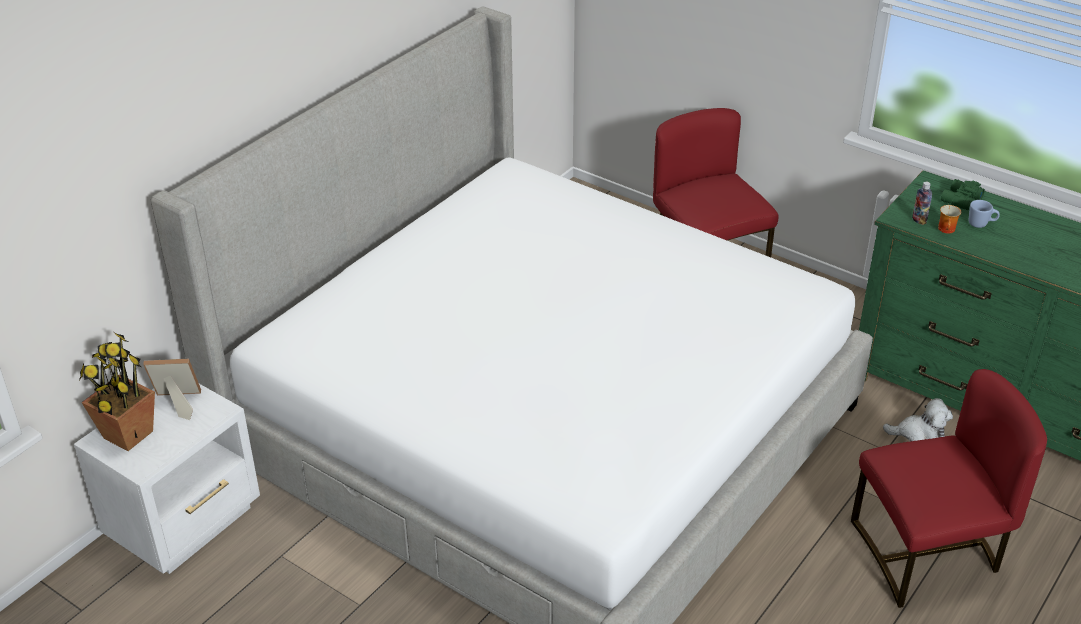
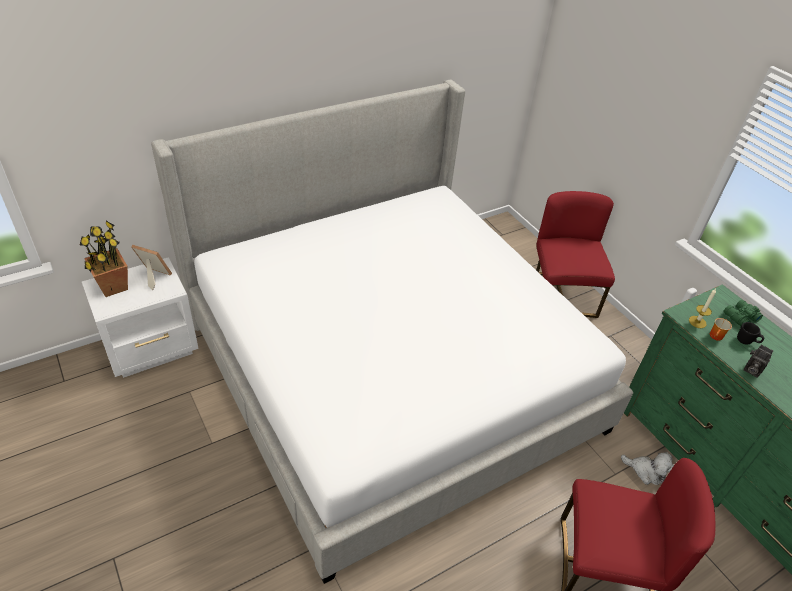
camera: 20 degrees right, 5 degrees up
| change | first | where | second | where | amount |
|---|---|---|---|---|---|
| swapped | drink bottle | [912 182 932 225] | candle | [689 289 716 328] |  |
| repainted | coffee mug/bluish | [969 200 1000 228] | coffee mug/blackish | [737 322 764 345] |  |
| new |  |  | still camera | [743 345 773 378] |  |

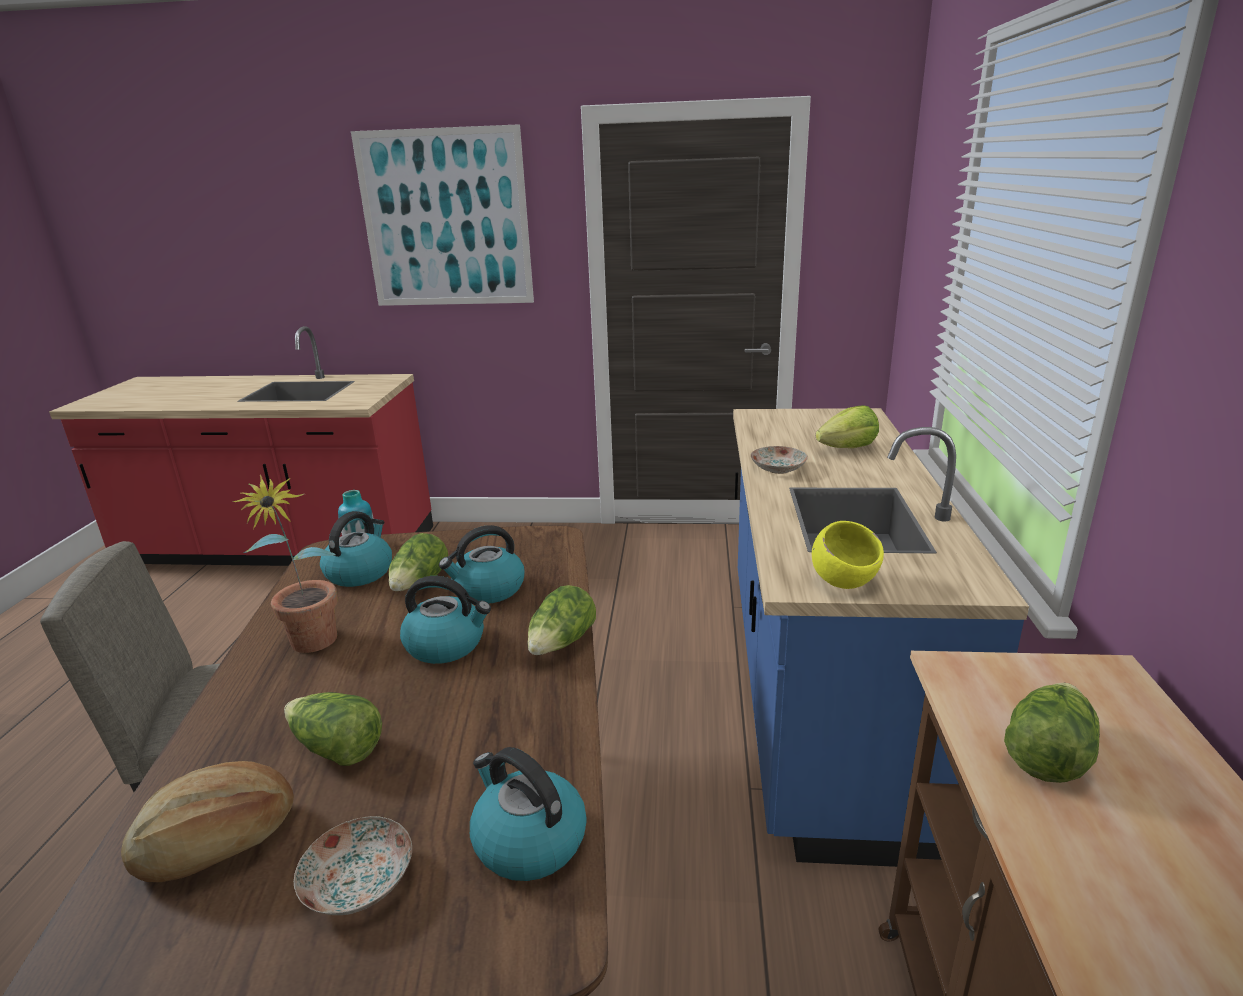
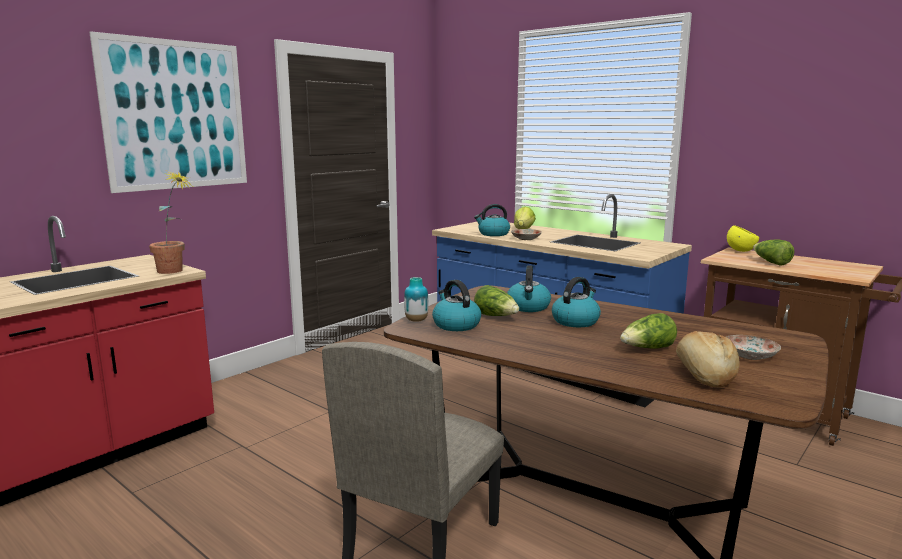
camera: 55 degrees left, 10 degrees down
| change | first | where | second | where | amount |
|---|---|---|---|---|---|
| shifted | potted plant | [232 475 338 653] |  | [149 171 193 274] |  |
| shifted | bowl/yellowish | [812 521 884 589] |  | [727 225 759 252] |  |
| gone | lettuce head | [527 585 596 655] |  |  |  |
| shifted | tea kettle | [470 747 587 881] |  | [474 204 510 236] |  |

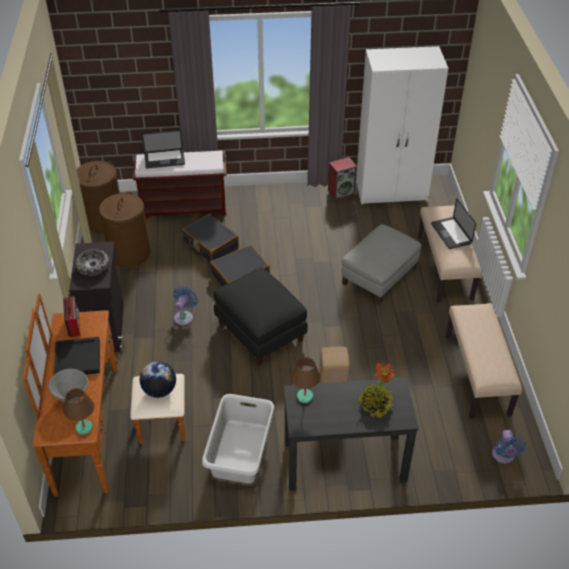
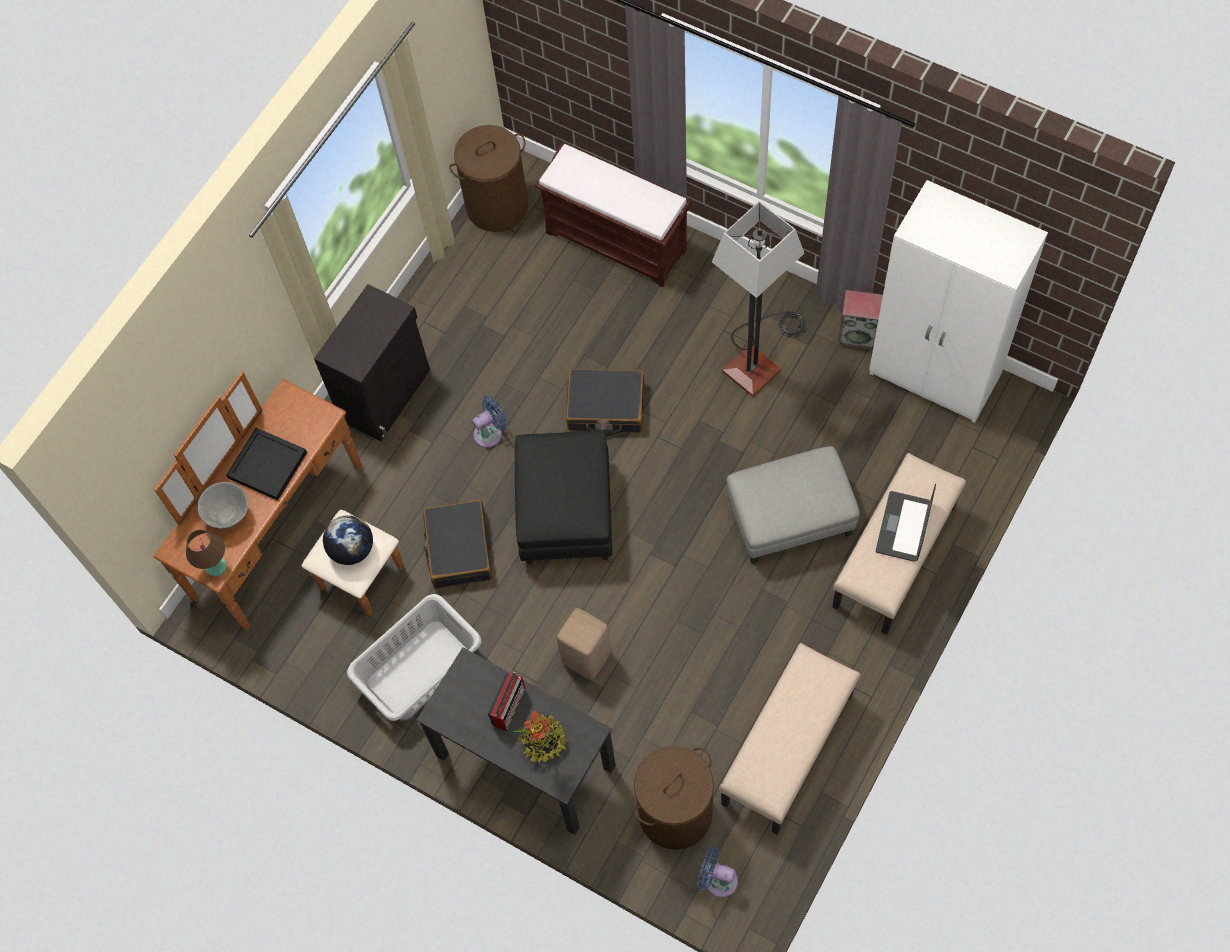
camera: 40 degrees right, 20 degrees up
| change | first | where | second | where | amount |
|---|---|---|---|---|---|
| gone | portable computer | [142 130 185 168] |  |  |  |
| shifted | laundry basket/brownish | [99 192 151 268] |  | [634 746 714 850] |  |
| shifted | travel case/blackish | [182 214 239 262] |  | [423 500 493 588] |  |
| gone | bowl | [75 249 110 276] |  |  |  |
| shifted | radio | [63 294 80 337] |  | [488 672 525 731] |  |
| gone | tabletop lamp/brownish | [291 357 320 403] |  |  |  |
| rotated | electric fan/bluish | [492 430 526 464] |  | [697 847 738 898] | 75 degrees clockwise |
| new |  |  | standard lamp | [712 201 806 397] |  |

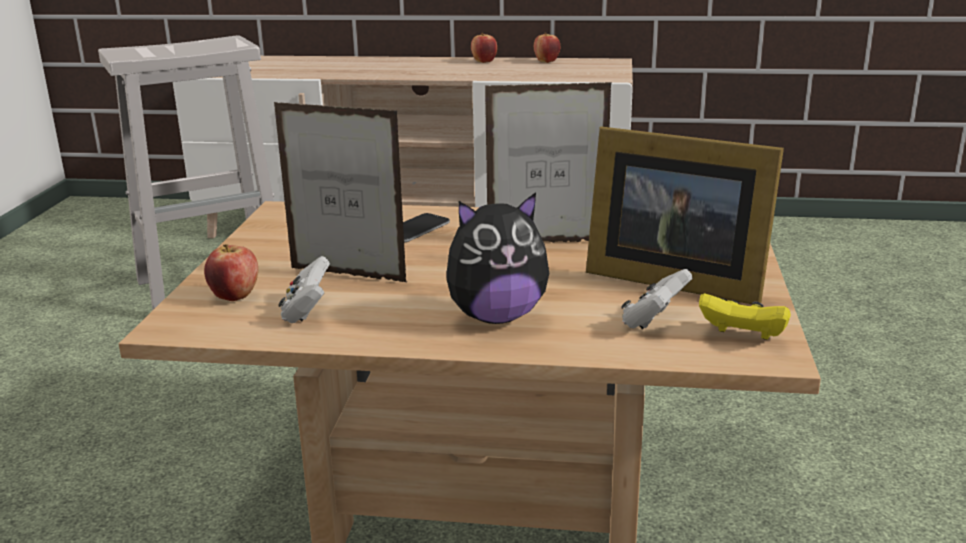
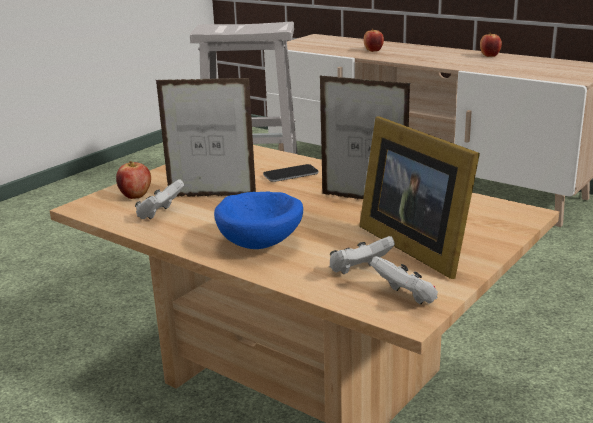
camera: 30 degrees right, 0 degrees up
| change | first | where | second | where | amount |
|---|---|---|---|---|---|
| shifted | apple fruit | [534 32 560 63] |  | [363 29 384 52] |  |
| rotated | picture frame | [274 102 407 282] |  | [156 78 256 197] | 135 degrees clockwise |
| swapped | cuddly toy | [446 192 549 324] | bowl/bluish | [214 191 303 249] |  |
| repainted | gamepad/yellowish | [699 293 791 340] | gamepad/whitish | [371 256 438 304] |  |

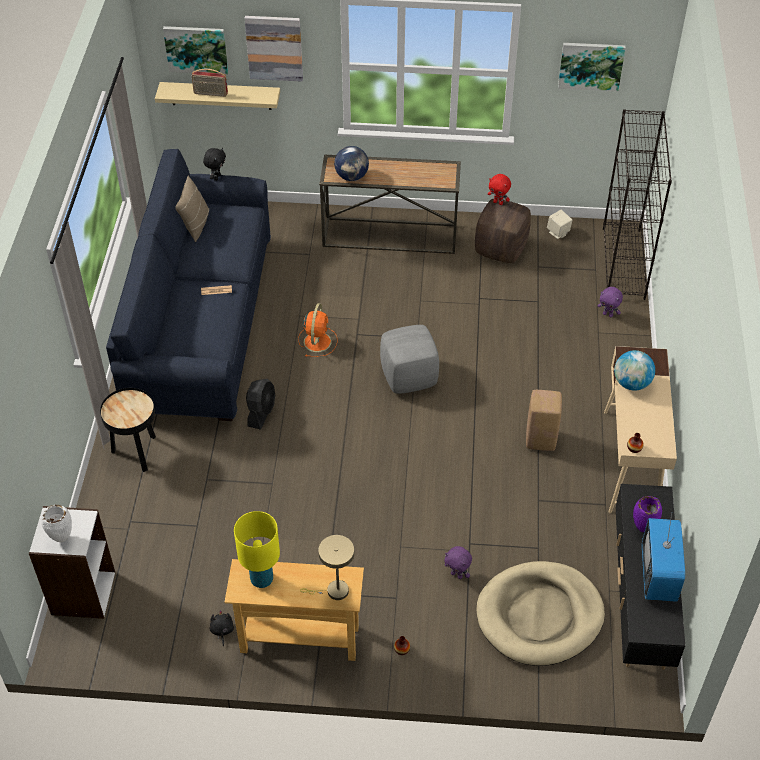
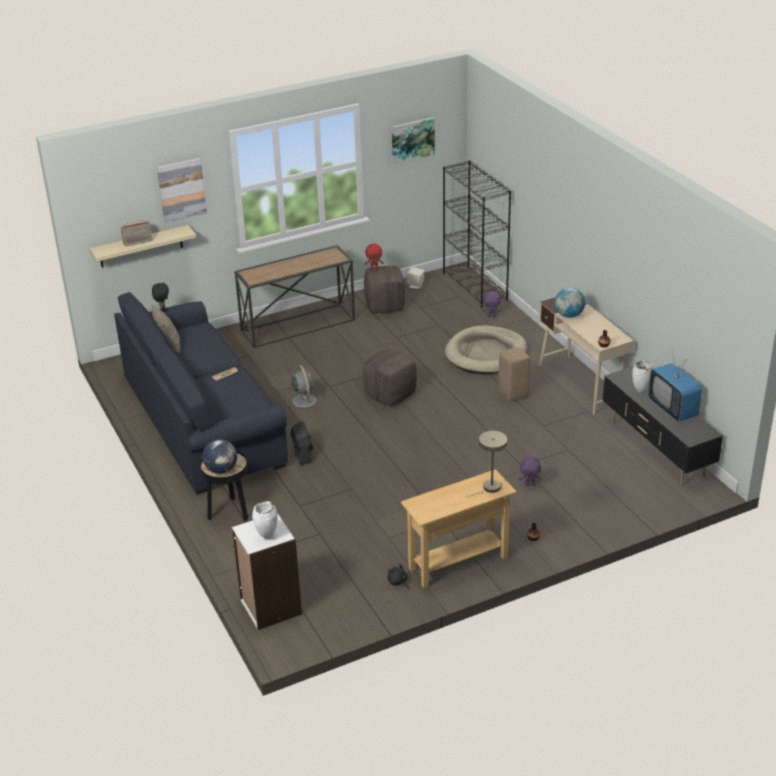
camera: 30 degrees left, 15 degrees down
| change | first | where | second | where | amount |
|---|---|---|---|---|---|
| gone | wall art | [163 26 228 75] |  |  |  |
| shifted | world globe | [334 146 369 181] |  | [202 439 237 474] |  |
| repainted | electric fan/orangey | [298 303 338 357] | electric fan/gray | [286 365 321 411] |  |
| repainted | footrest/gray | [380 325 439 394] | footrest/brownish | [363 349 417 406] |  |
| repainted | decorative vase/purple-coloured | [633 496 662 532] | decorative vase/whitish | [632 360 653 393] |  |
| gone | tabletop lamp/yellowish | [234 511 280 588] |  |  |  |
| shifted | pet bed/beige-coloured | [476 561 605 666] |  | [445 325 527 374] |  |

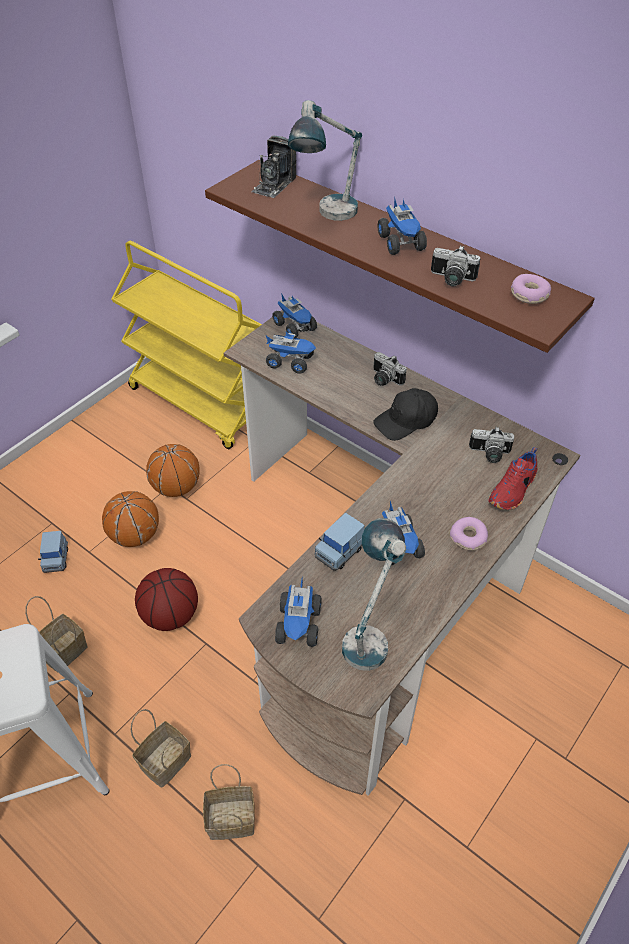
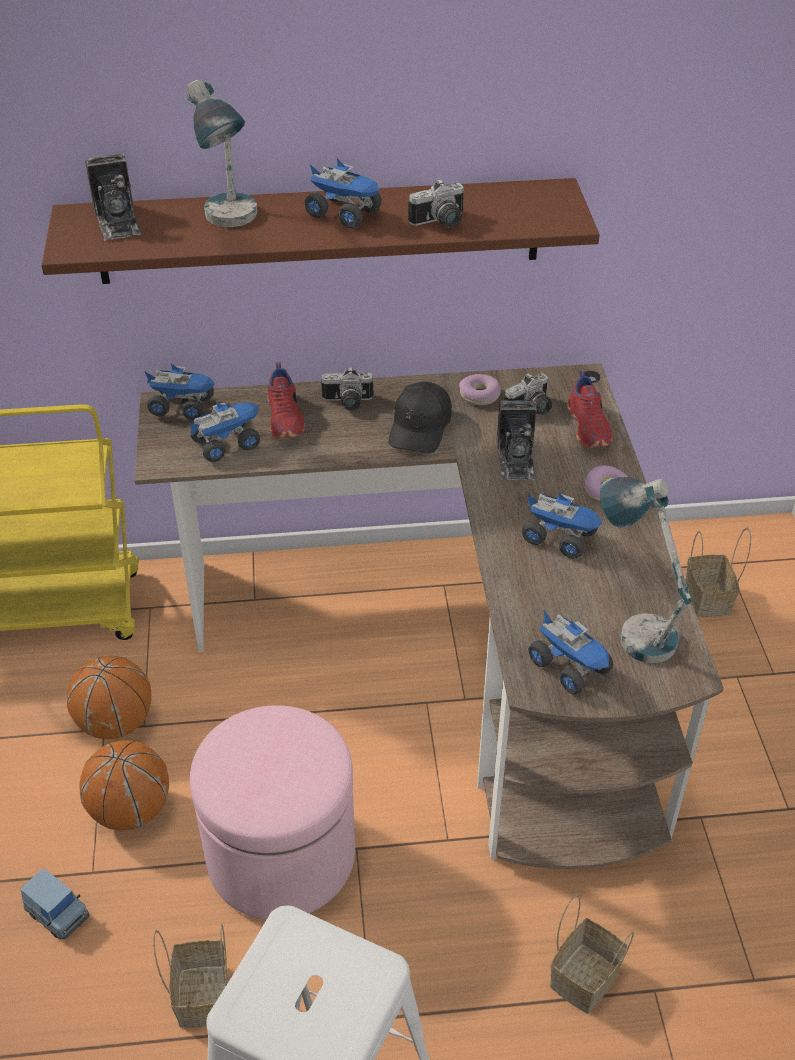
camera: 45 degrees left, 5 degrees down
| change | first | where | second | where | amount |
|---|---|---|---|---|---|
| shifted | doughnut | [511 274 551 304] |  | [459 374 501 405] |  |
| gone | toy car/bluish | [314 513 365 571] |  |  |  |
| swapped | basketball | [135 568 198 631] | footrest/pink-coloured | [190 705 355 920] |  |
| shifted | storage basket | [130 709 191 788] |  | [685 528 751 617] |  |
| new |  |  | shoe/red | [267 362 305 439] |  |
| new |  |  | still camera | [497 400 537 480] |  |

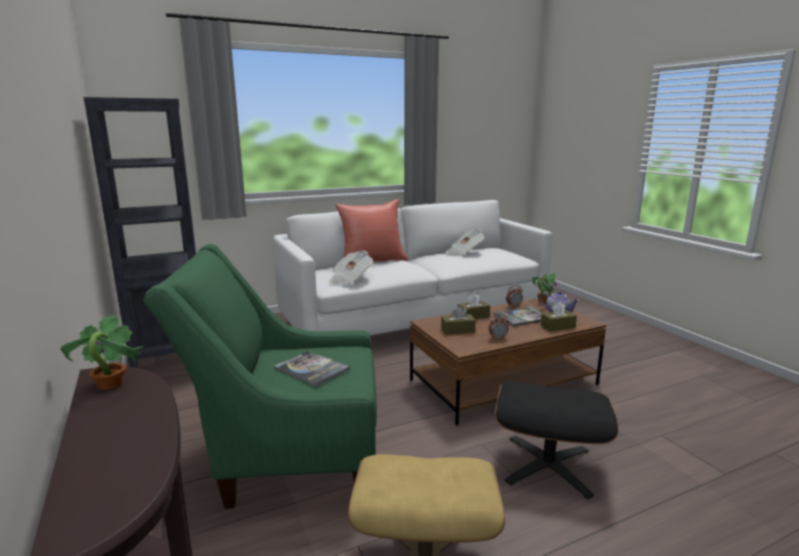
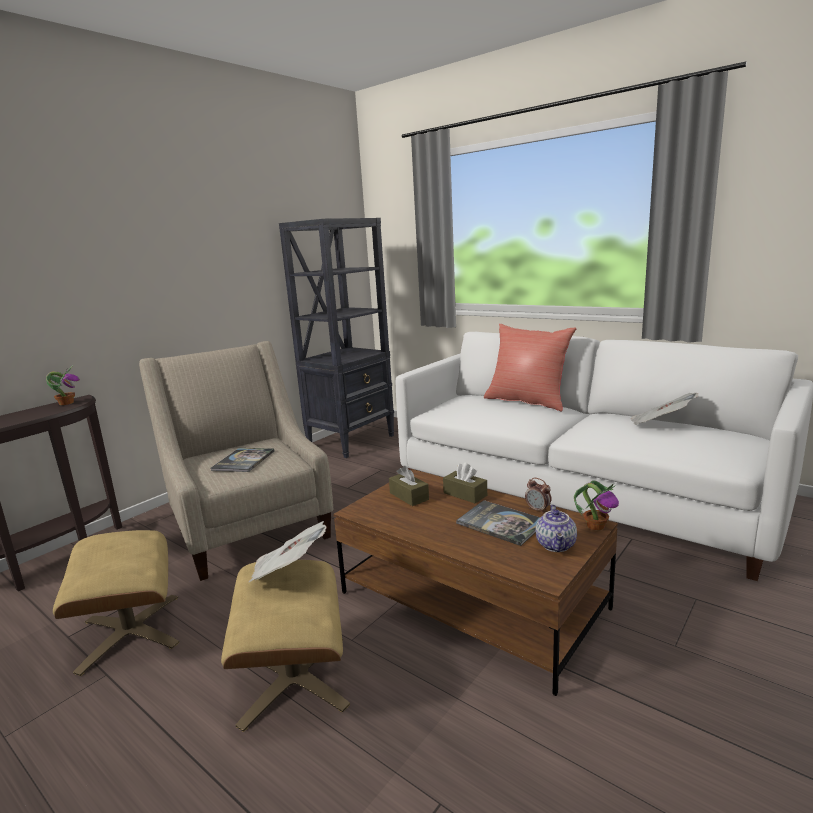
camera: 65 degrees right, 0 degrees up
| change | first | where | second | where | amount |
|---|---|---|---|---|---|
| repainted | armchair/green-coloured | [143 244 377 509] | armchair/beige-coloured | [139 341 333 581] |  |
| shifted | daily paper | [329 251 373 284] |  | [248 521 326 583] |  |
| gone | tissue box/brownish | [541 302 577 332] |  |  |  |
| gone | bedside clock | [489 314 508 340] |  |  |  |
| repainted | footrest/blackish | [495 381 619 499] | footrest/beige-coloured | [221 560 350 732] |  |

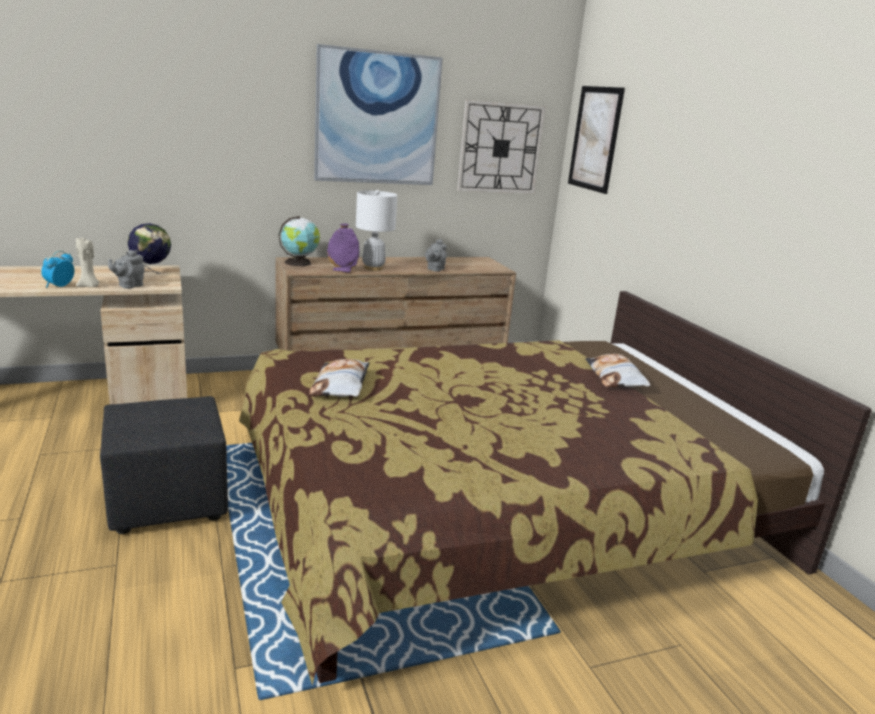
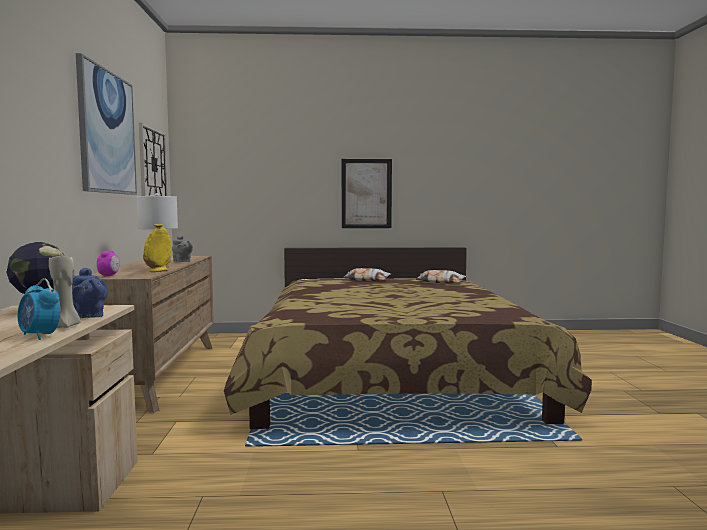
camera: 70 degrees left, 15 degrees down
| change | first | where | second | where | amount |
|---|---|---|---|---|---|
| shifted | wall art | [568 86 625 194] |  | [342 159 392 228] |  |
| swapped | world globe | [278 216 320 266] | bedside clock | [97 251 119 276] |  |
| repainted | decorative vase/purple-coloured | [327 224 359 273] | decorative vase/yellowish | [143 224 171 272] |  |
| repainted | tea pot/gray | [108 250 145 289] | tea pot/bluish | [72 268 108 318] |  |
| shifted | cushion | [309 359 370 397] |  | [415 270 466 283] |  |
| gone | footrest/blackish | [100 396 228 534] |  |  |  |

